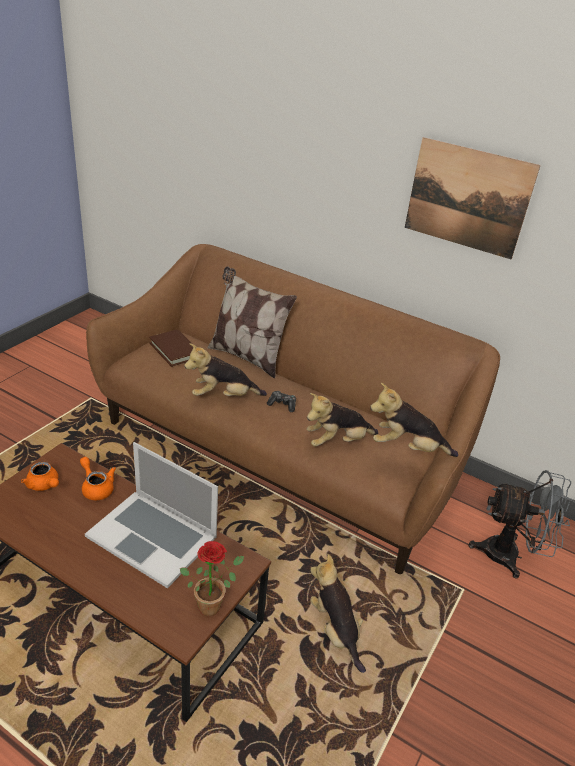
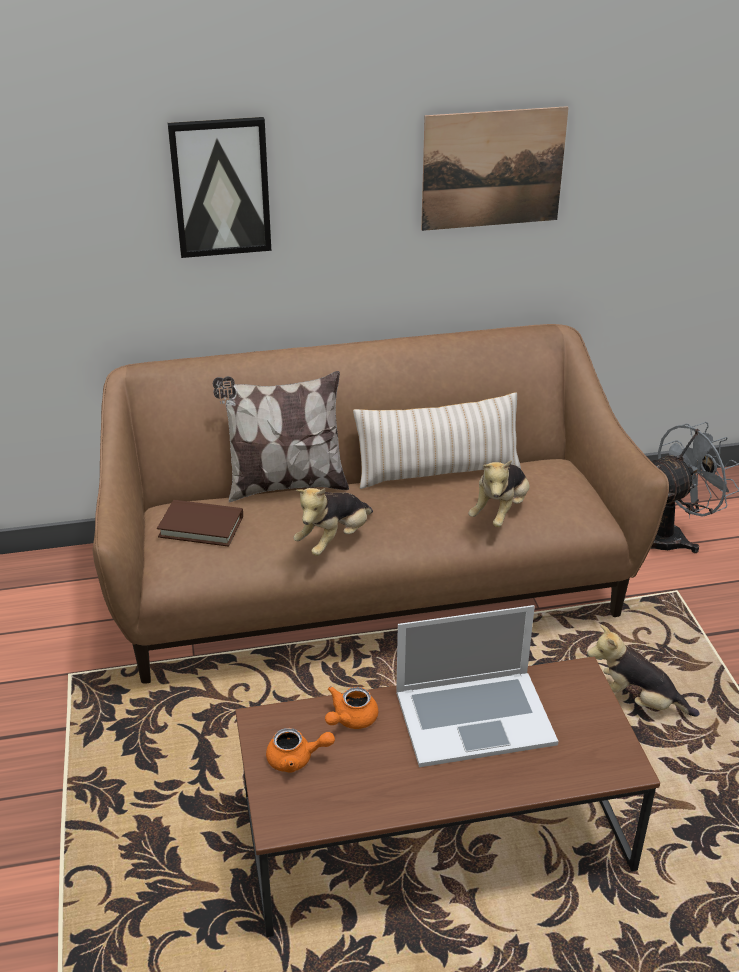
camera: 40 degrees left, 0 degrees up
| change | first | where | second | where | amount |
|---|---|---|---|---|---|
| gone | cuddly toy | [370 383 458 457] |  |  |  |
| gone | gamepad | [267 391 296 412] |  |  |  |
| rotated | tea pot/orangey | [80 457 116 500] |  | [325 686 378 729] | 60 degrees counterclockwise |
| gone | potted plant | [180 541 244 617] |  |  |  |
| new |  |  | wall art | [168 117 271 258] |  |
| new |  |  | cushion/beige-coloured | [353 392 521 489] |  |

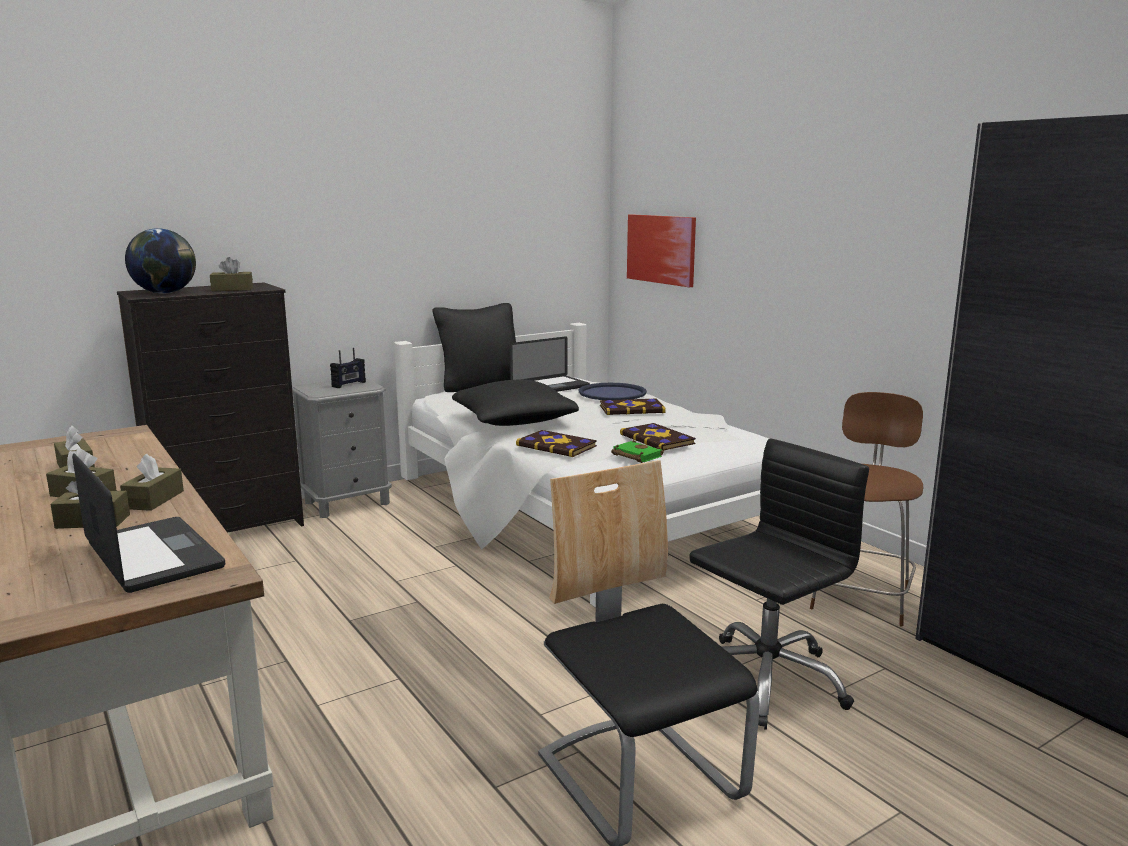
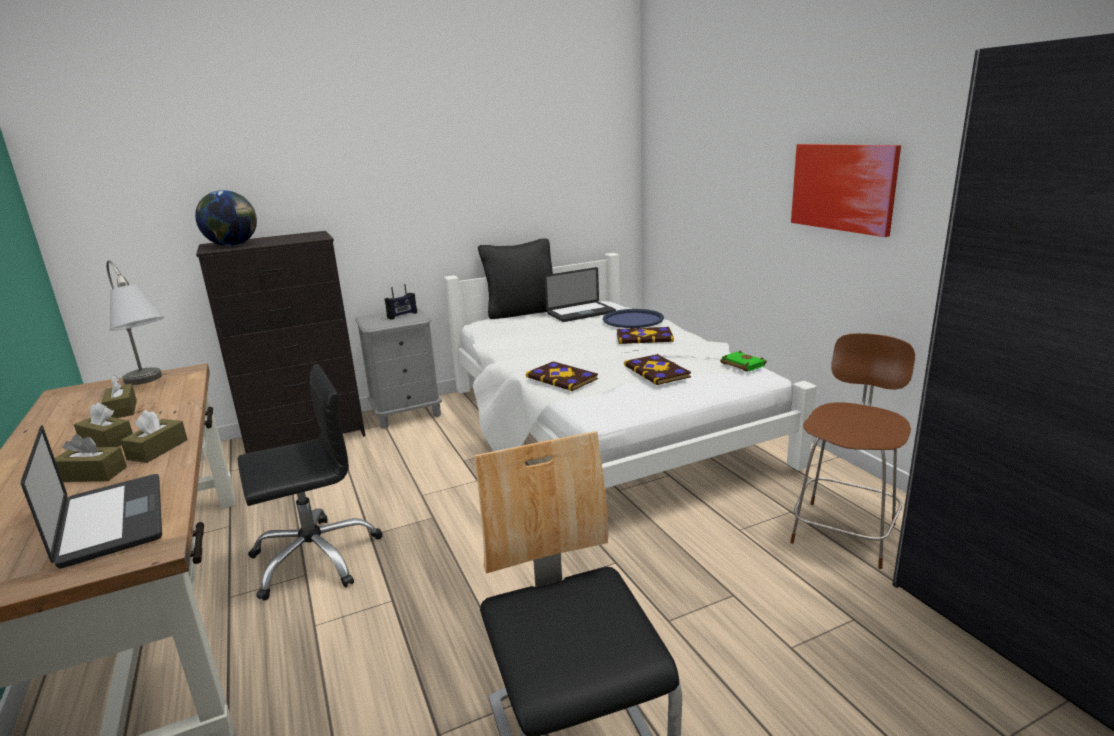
camera: 10 degrees right, 5 degrees up
| change | first | where | second | where | amount |
|---|---|---|---|---|---|
| shifted | wall art | [627 214 696 287] |  | [791 144 901 237] |  |
| gone | tissue box/brownish | [210 257 253 291] |  |  |  |
| gone | cushion/blackish | [452 380 579 426] |  |  |  |
| shifted | office chair/blackish | [689 438 869 730] |  | [238 364 383 601] |  |
| shifted | book/green-coloured | [611 440 664 463] |  | [720 351 767 372] |  |
| new |  |  | tabletop lamp/gray | [106 260 164 385] |  |

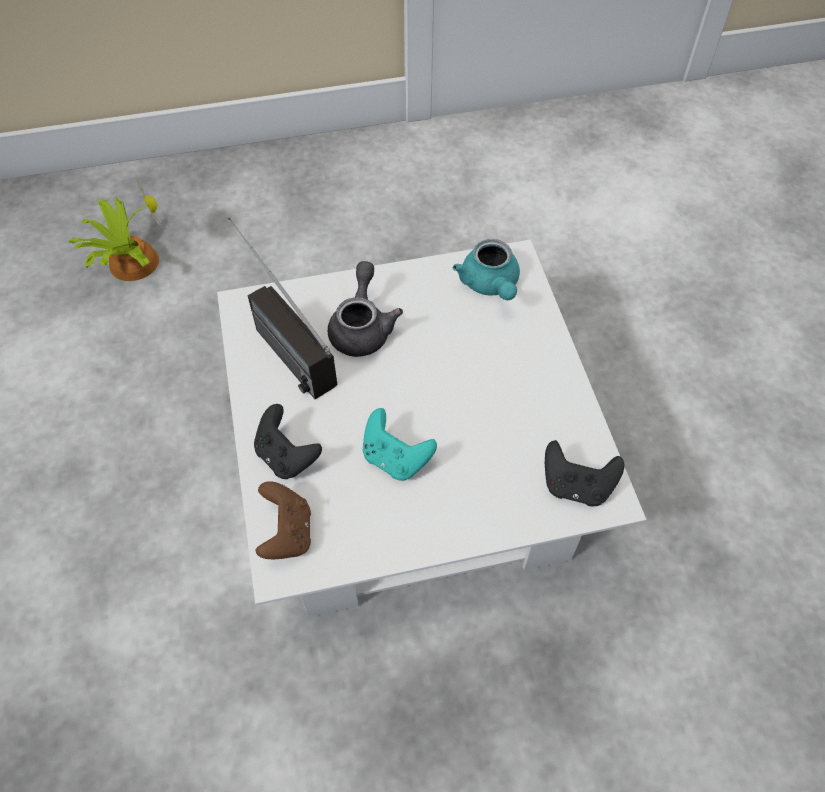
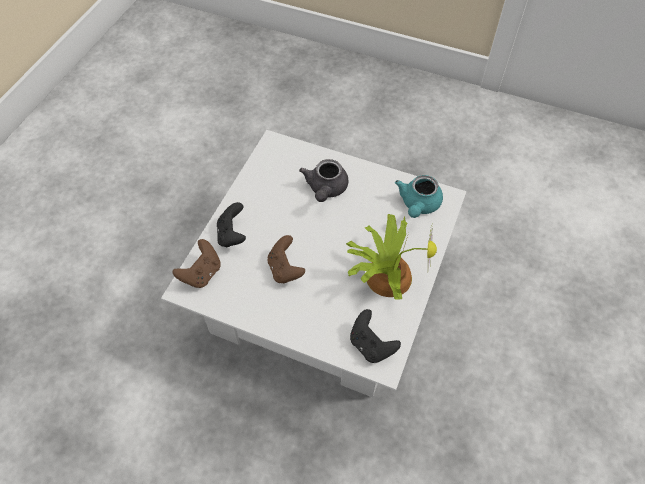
camera: 35 degrees right, 0 degrees up
| change | first | where | second | where | amount |
|---|---|---|---|---|---|
| shifted | potted plant | [69 179 162 281] |  | [346 214 437 300] |  |
| gone | radio | [228 217 337 399] |  |  |  |
| rotated | tea pot/gray | [328 261 403 357] |  | [299 159 349 202] | 150 degrees clockwise |
| repainted | gamepad/blue-green | [363 408 437 481] | gamepad/brownish | [268 235 305 283] |  |

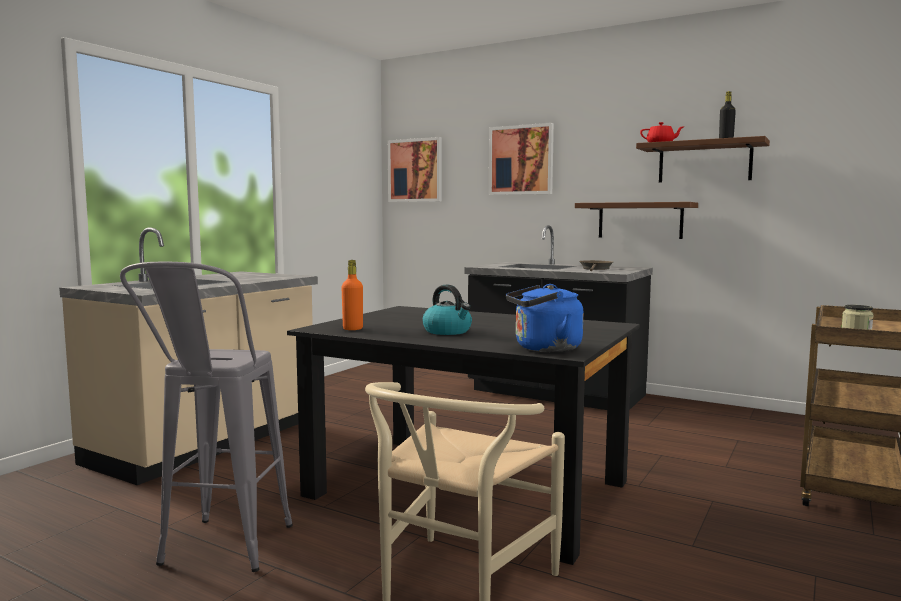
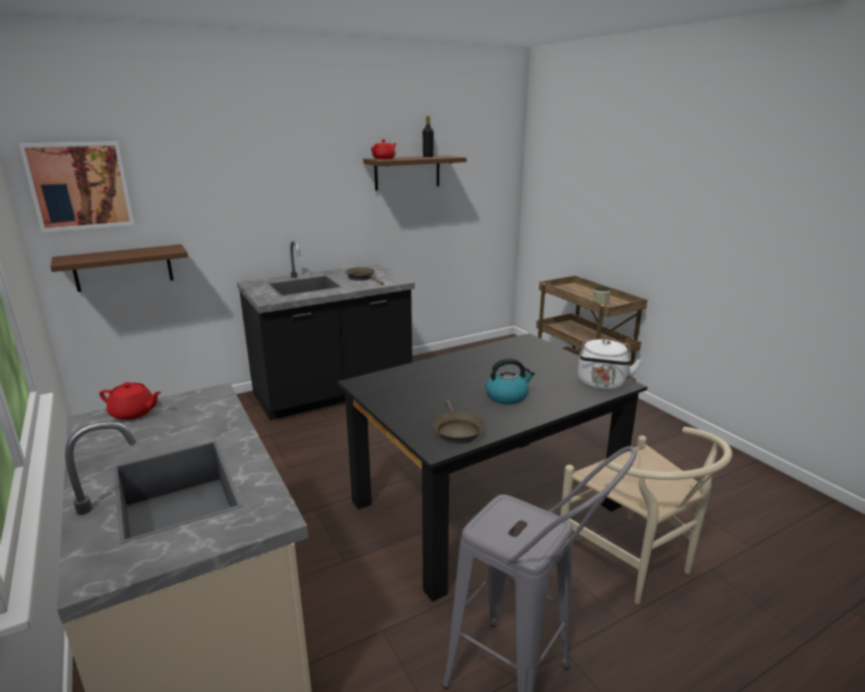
camera: 60 degrees left, 15 degrees up
| change | first | where | second | where | amount |
|---|---|---|---|---|---|
| gone | wall art | [489 123 554 195] |  |  |  |
| shifted | wall shelf/brownish | [575 202 698 239] |  | [50 244 188 292] |  |
| swapped | drink bottle/orangey | [341 260 363 330] | frying pan/brownish | [433 399 485 444] |  |
| repainted | tea kettle/bluish | [506 284 583 353] | tea kettle/whitish | [578 339 642 391] |  |
| new |  |  | tea pot/red | [99 382 162 420] |  |

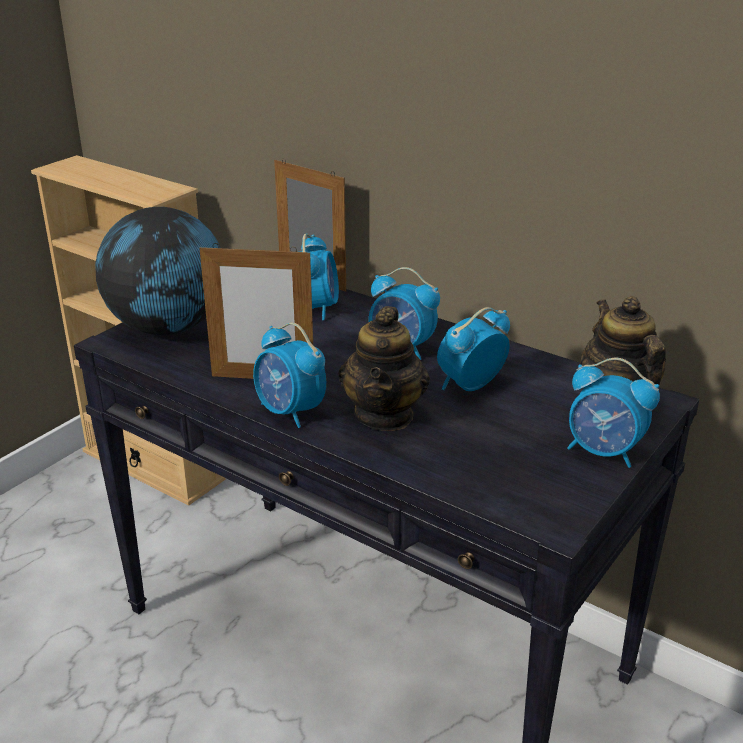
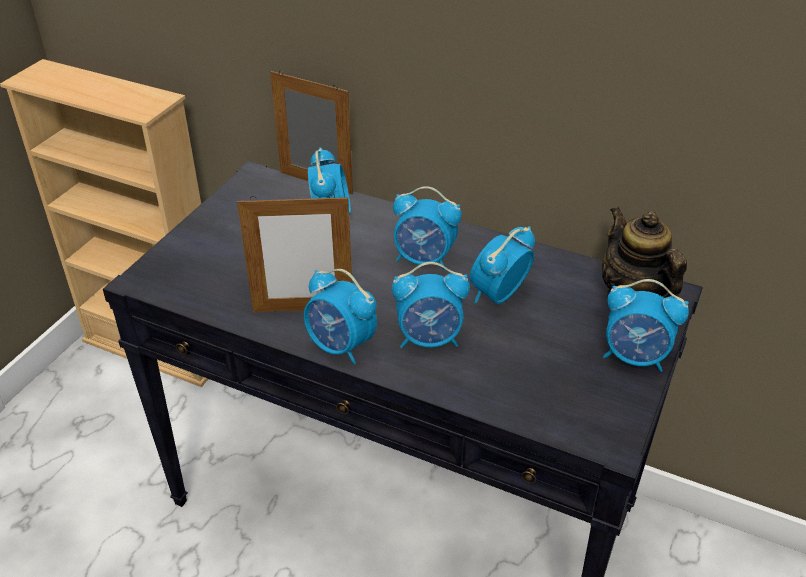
camera: 10 degrees left, 10 degrees up
| change | first | where | second | where | amount |
|---|---|---|---|---|---|
| gone | world globe | [95 207 221 335] |  |  |  |
| swapped | tea pot | [338 306 430 431] | bedside clock | [392 262 470 348] |  |

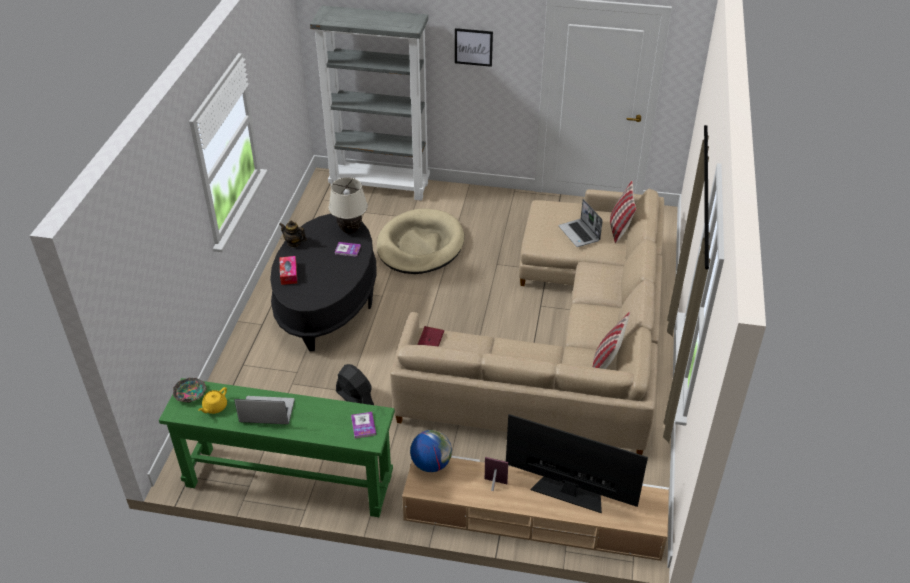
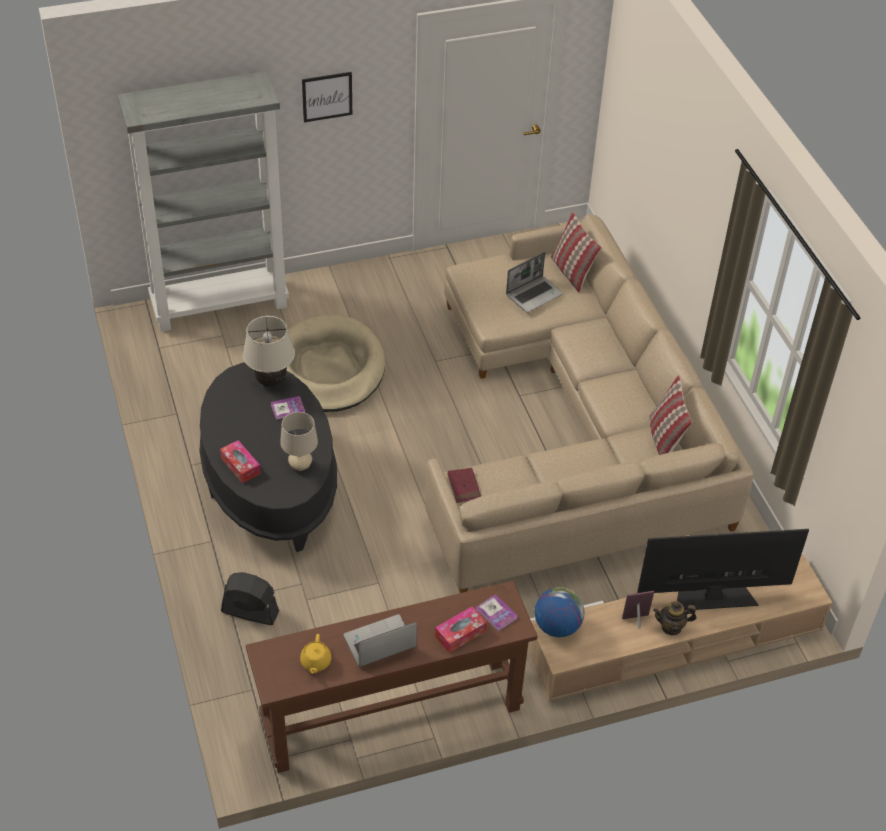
camera: 30 degrees left, 5 degrees up
| change | first | where | second | where | amount |
|---|---|---|---|---|---|
| rotated | portable computer | [558 199 603 247] |  | [506 252 563 313] | 75 degrees counterclockwise |
| shifted | tea pot | [280 221 307 248] |  | [653 601 696 635] |  |
| shifted | electric fan/blackish | [336 364 374 405] |  | [221 572 279 625] |  |
| repainted | narrow table/green-coloured | [159 378 395 517] | narrow table/brownish | [246 581 537 773] |  |
| gone | bowl | [173 378 207 403] |  |  |  |
| new |  |  | tabletop lamp/beige-coloured | [280 412 318 471] |  |
| new |  |  | tissue box | [435 606 487 653] |  |

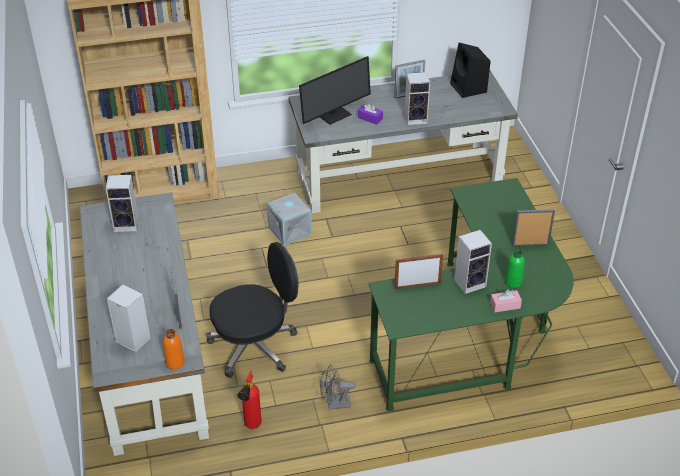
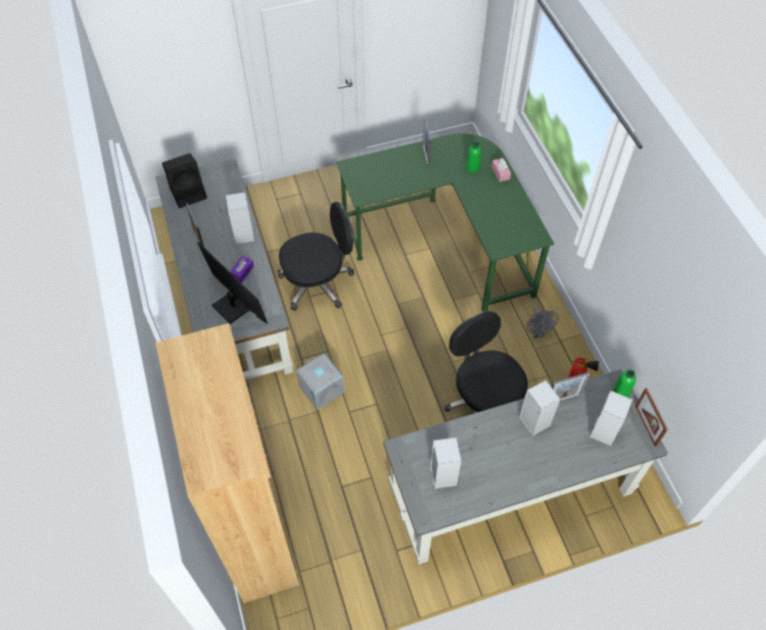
camera: 95 degrees left, 15 degrees up
| change | first | where | second | where | amount |
|---|---|---|---|---|---|
| shifted | loudspeaker | [454 230 492 294] |  | [519 380 561 436] |  |
| shifted | picture frame | [395 254 443 289] |  | [635 388 668 447] |  |
| repainted | drink bottle/orangey | [163 329 185 369] | drink bottle/green-coloured | [613 369 636 397] |  |
| new |  |  | office chair/blackish | [277 202 354 311] |  |

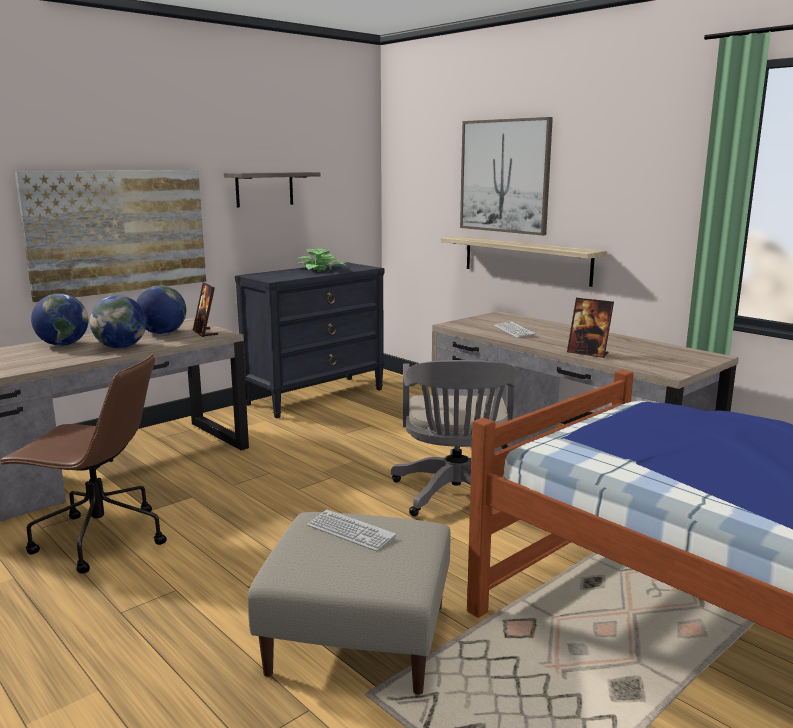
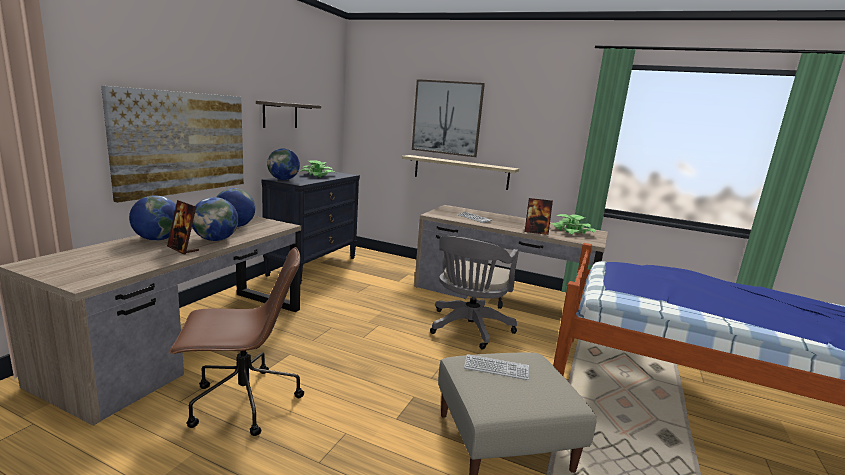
camera: 25 degrees left, 0 degrees up
| change | first | where | second | where | amount |
|---|---|---|---|---|---|
| shifted | picture frame | [193 282 218 337] |  | [167 200 199 254] |  |
| rotated | office chair/gray | [391 360 517 517] |  | [430 236 519 349] | 45 degrees clockwise |
| new |  |  | world globe | [267 148 300 180] |  |
| new |  |  | potted plant | [550 214 596 234] |  |

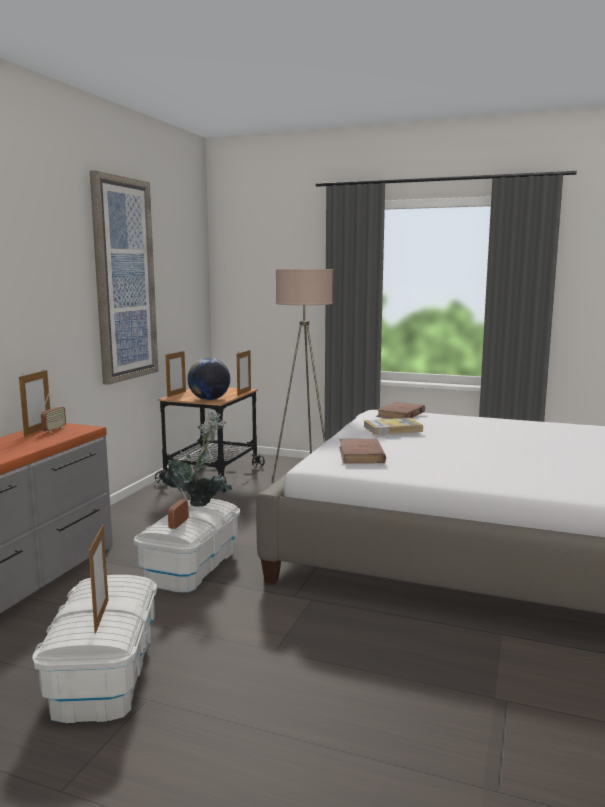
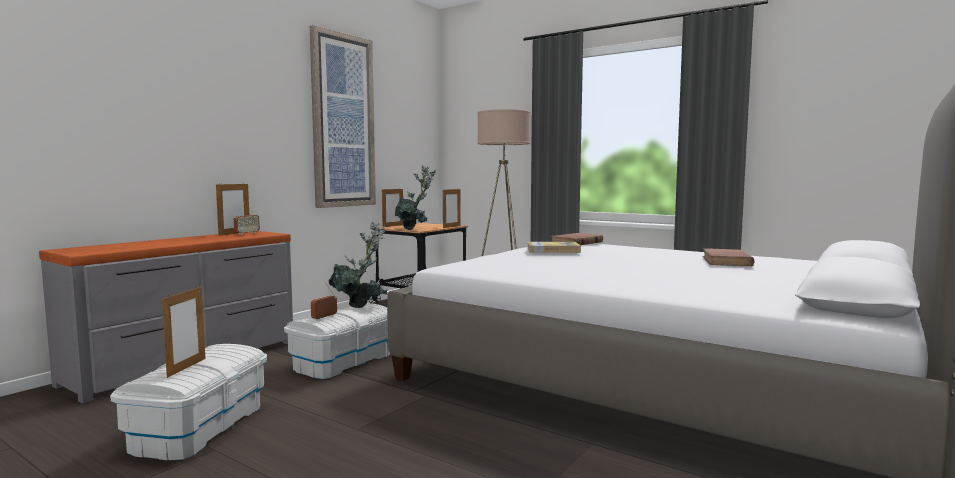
camera: 15 degrees right, 5 degrees down
| change | first | where | second | where | amount |
|---|---|---|---|---|---|
| swapped | world globe | [188 358 230 400] | potted plant | [395 166 436 230] |  |
| shifted | book/brownish | [339 439 386 464] |  | [703 249 754 266] |  |

